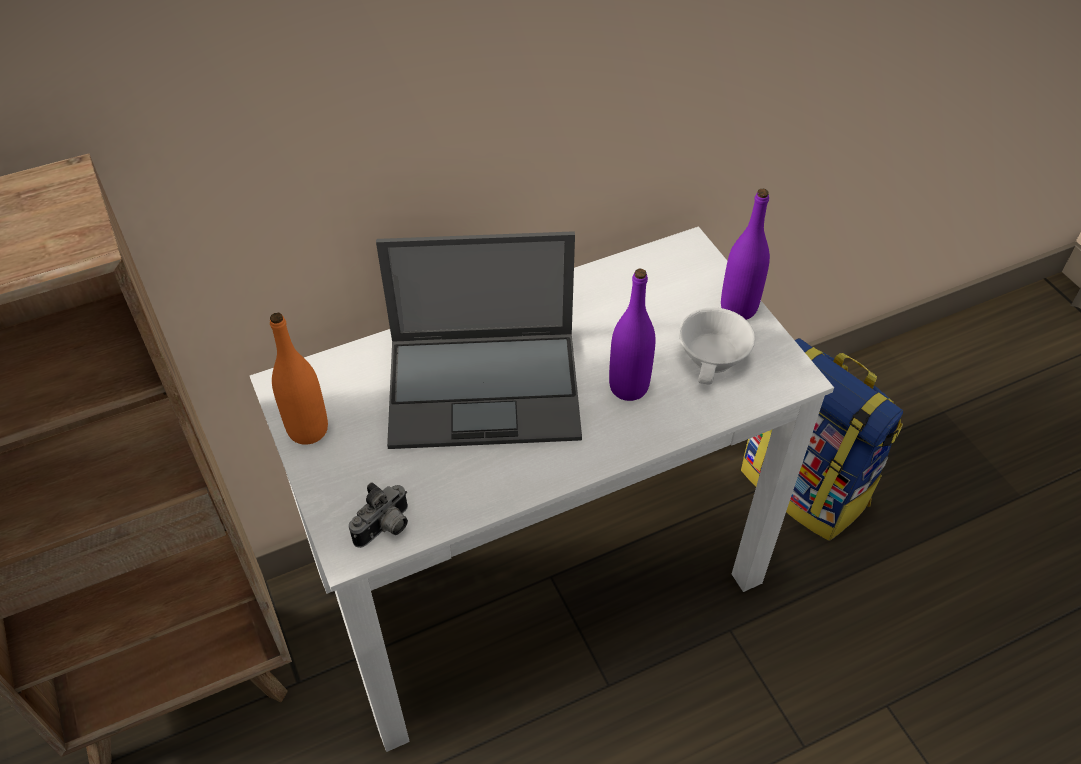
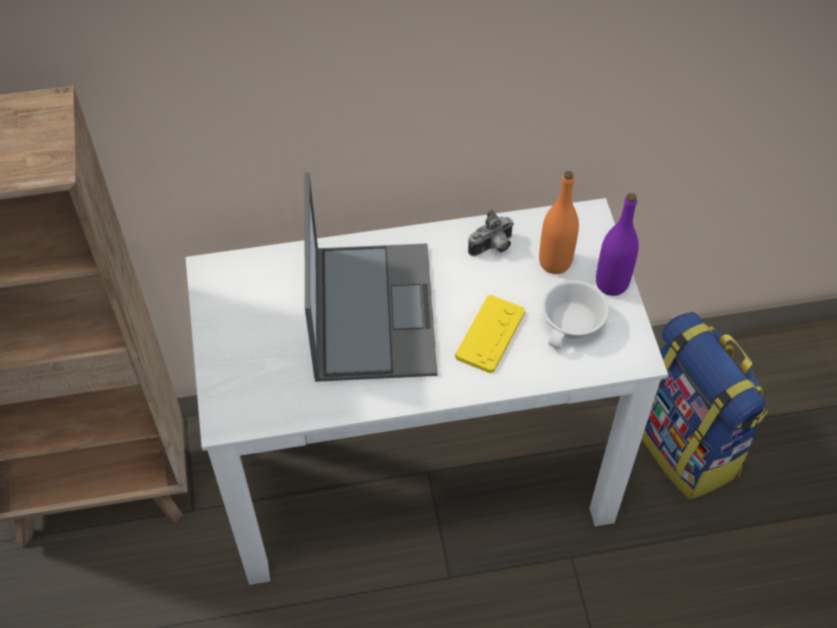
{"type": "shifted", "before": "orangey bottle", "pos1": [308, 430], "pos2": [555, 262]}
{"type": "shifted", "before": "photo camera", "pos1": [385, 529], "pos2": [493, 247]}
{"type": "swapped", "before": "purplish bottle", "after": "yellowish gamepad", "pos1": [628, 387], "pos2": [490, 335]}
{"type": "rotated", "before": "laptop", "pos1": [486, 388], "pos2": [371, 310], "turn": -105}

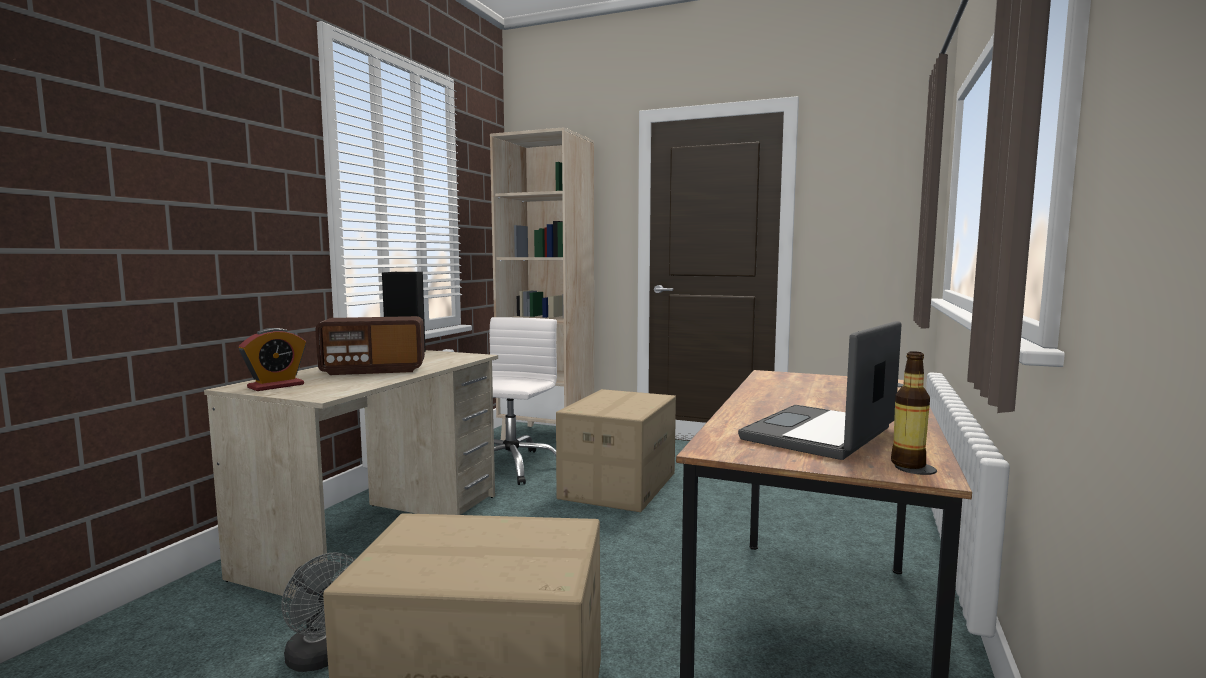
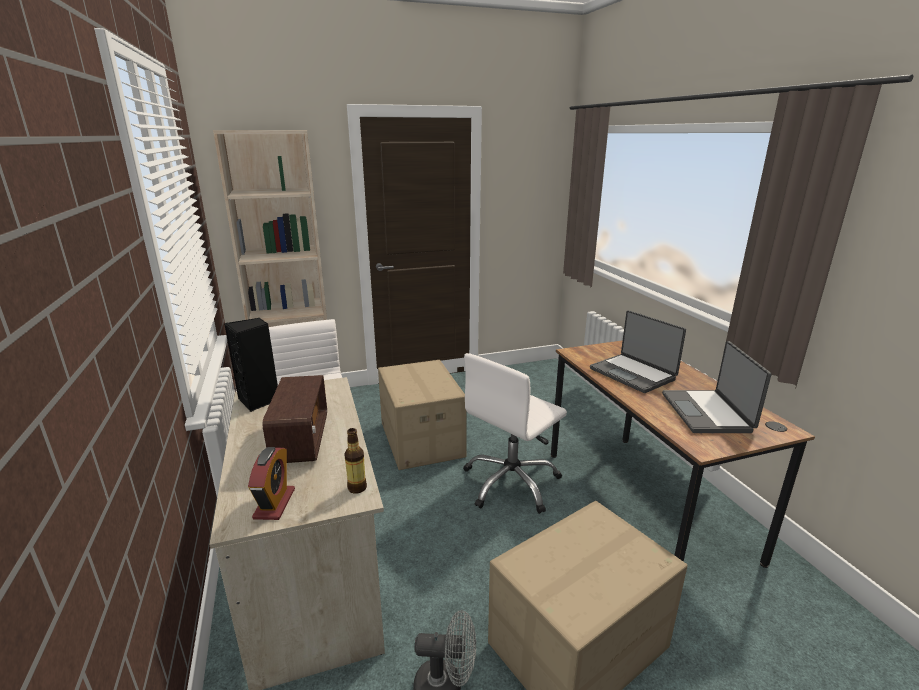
{"type": "new", "after": "white-coloured computer chair", "pos2": [511, 483]}
{"type": "new", "after": "laptop", "pos2": [633, 374]}
{"type": "shifted", "before": "bottle", "pos1": [908, 464], "pos2": [357, 488]}
{"type": "rotated", "before": "radio receiver", "pos1": [374, 370], "pos2": [301, 440], "turn": -45}

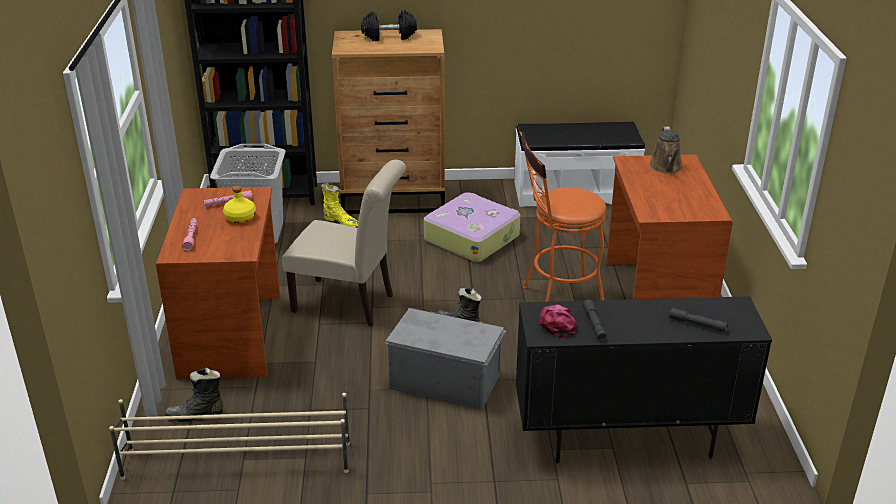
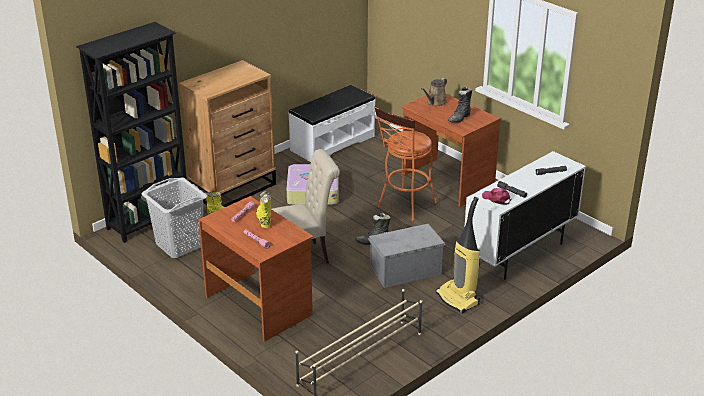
{"type": "gone", "before": "blackish dumbbell", "pos1": [389, 36]}
{"type": "new", "after": "vacuum cleaner", "pos2": [458, 299]}
{"type": "shifted", "before": "blackish high-top boot", "pos1": [196, 415], "pos2": [460, 118]}
{"type": "swapped", "before": "yellowish bottle", "after": "yellowish high-top boot", "pos1": [240, 217], "pos2": [264, 219]}
{"type": "repainted", "before": "blackish cupboard", "after": "white-coloured cupboard", "pos1": [627, 439], "pos2": [519, 254]}
{"type": "rotated", "before": "brown watering pot", "pos1": [666, 167], "pos2": [435, 102], "turn": 75}

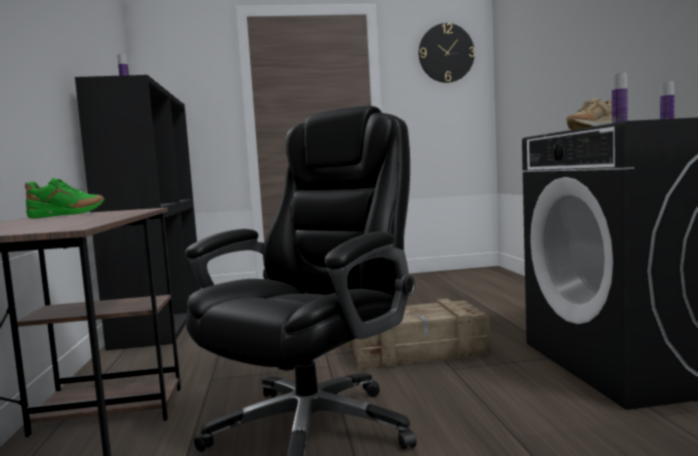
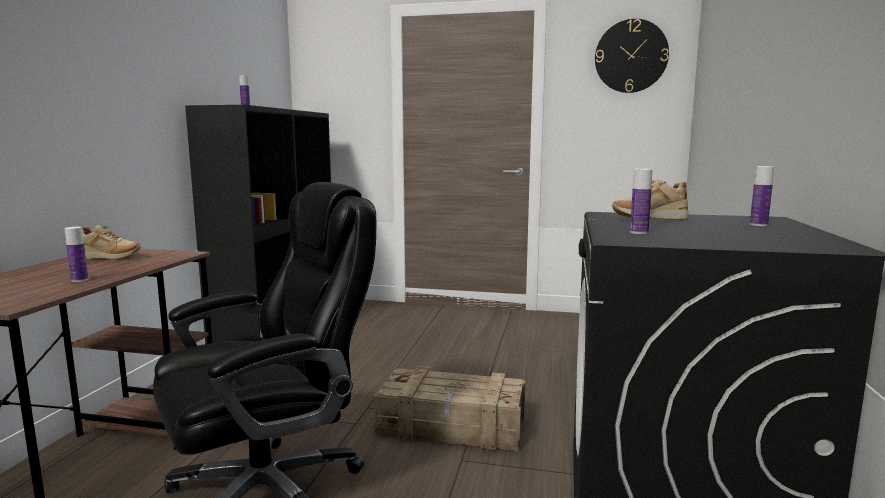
{"type": "new", "after": "bottle", "pos2": [79, 280]}
{"type": "repainted", "before": "greenish low shoe", "after": "beige low shoe", "pos1": [67, 216], "pos2": [110, 258]}

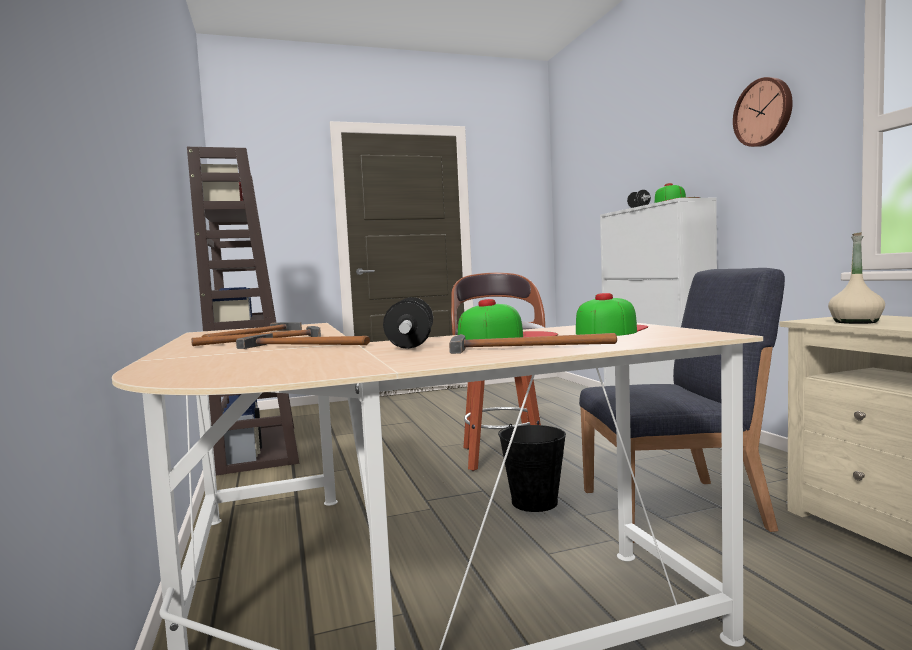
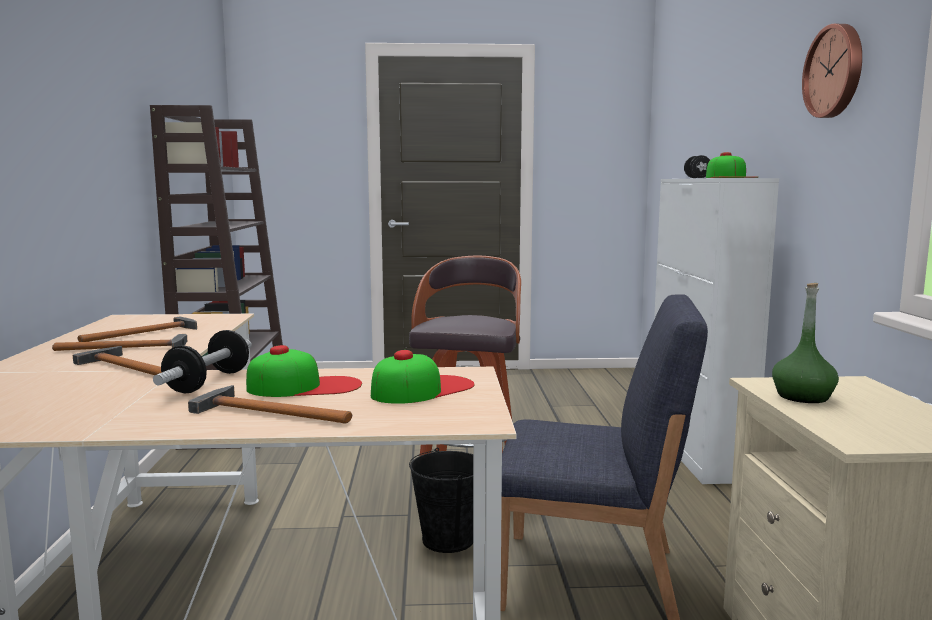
{"type": "repainted", "before": "beige bottle", "after": "greenish bottle", "pos1": [855, 322], "pos2": [802, 397]}

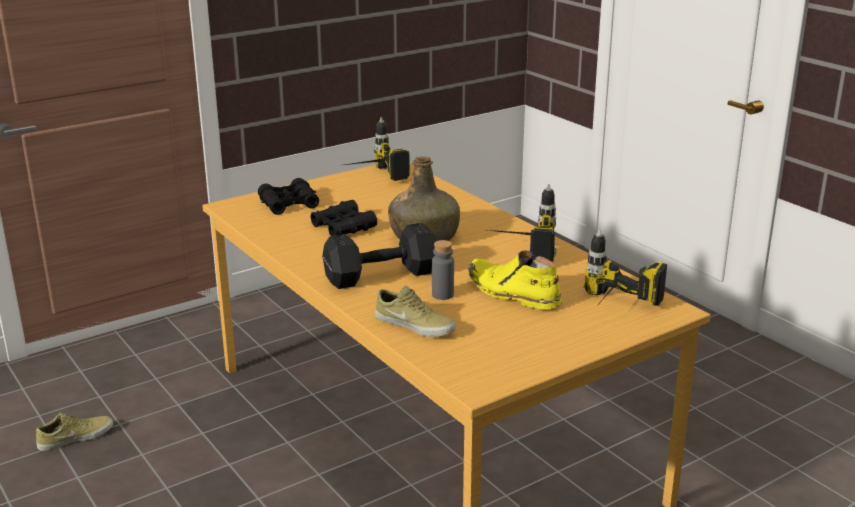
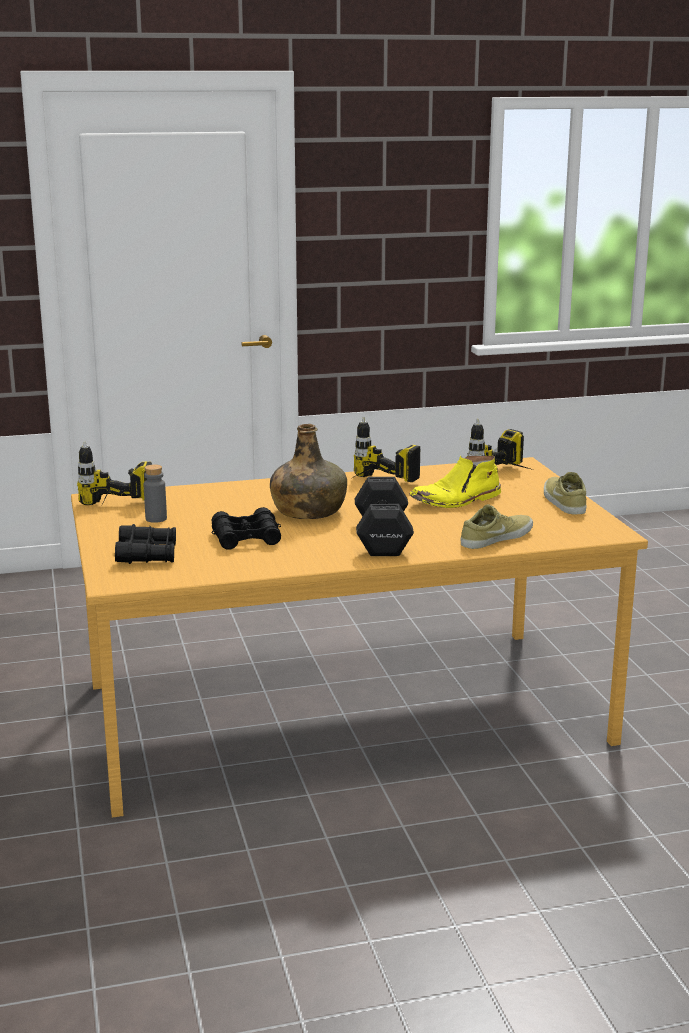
{"type": "shifted", "before": "beige low shoe", "pos1": [75, 437], "pos2": [563, 502]}
{"type": "shifted", "before": "gray bottle", "pos1": [442, 295], "pos2": [156, 519]}

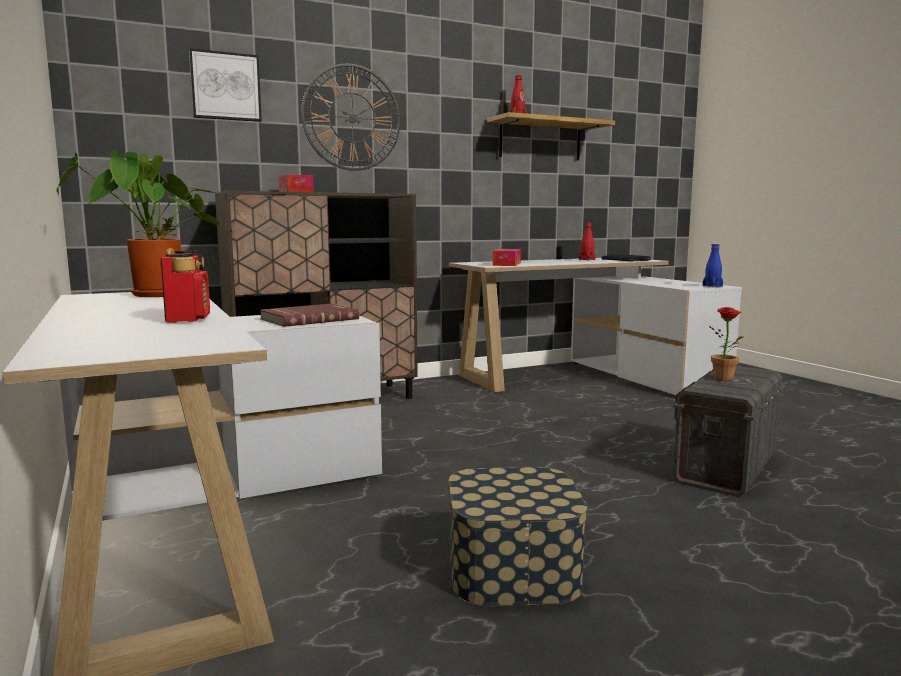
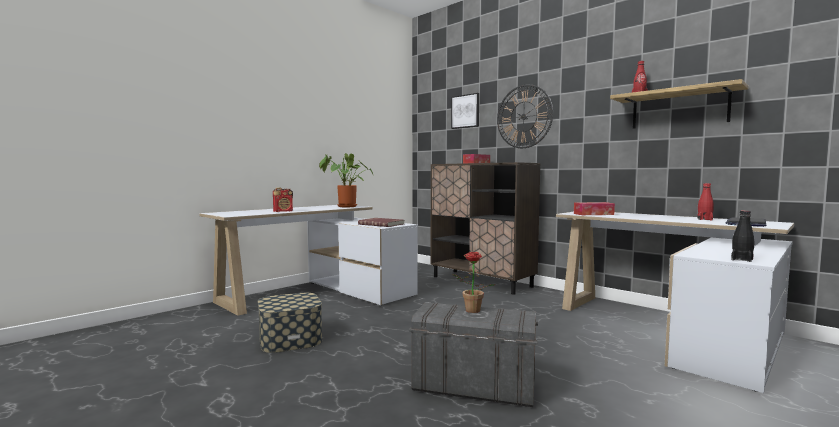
{"type": "repainted", "before": "blue bottle", "after": "blackish bottle", "pos1": [712, 286], "pos2": [742, 259]}

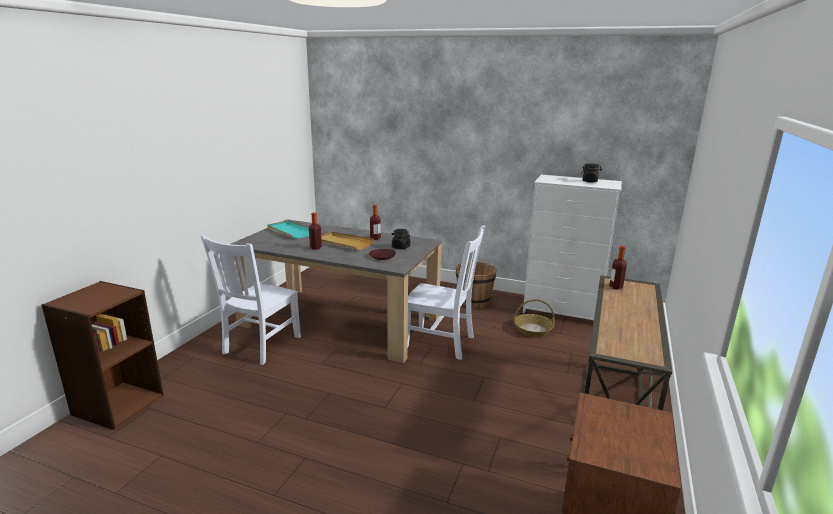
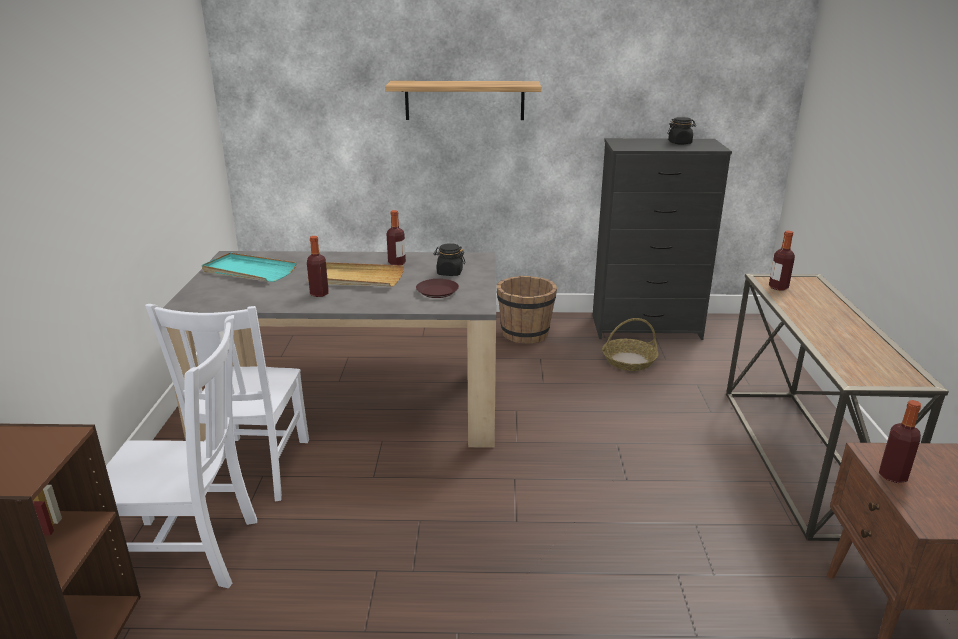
{"type": "new", "after": "bracket shelf", "pos2": [464, 100]}
{"type": "new", "after": "bottle", "pos2": [893, 476]}
{"type": "shifted", "before": "white-coloured plain chair", "pos1": [441, 343], "pos2": [191, 552]}
{"type": "repainted", "before": "white-coloured dresser", "after": "blackish dresser", "pos1": [563, 311], "pos2": [647, 327]}

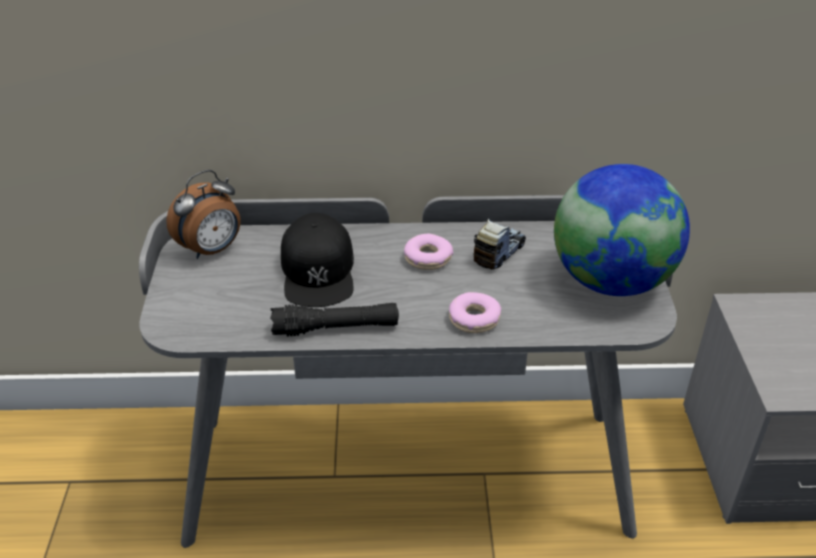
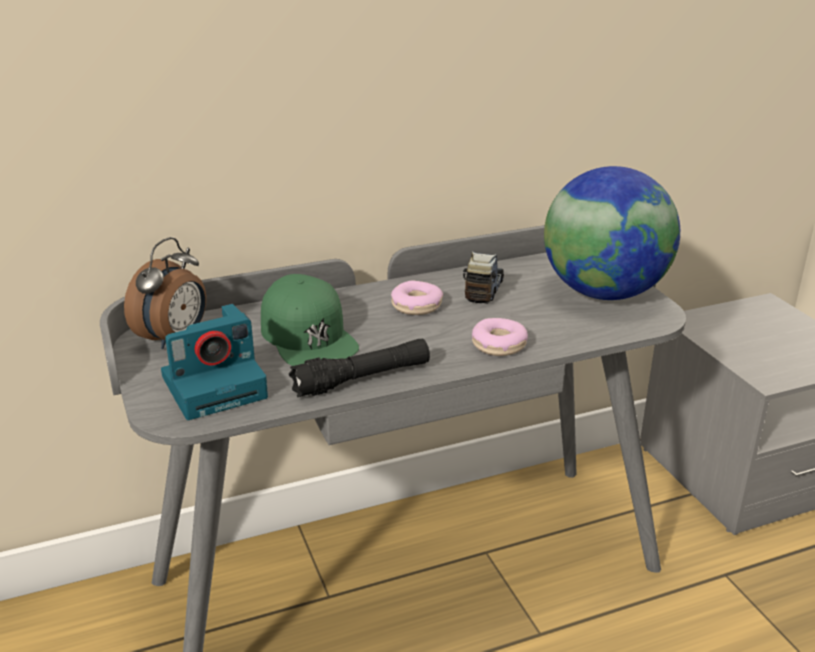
{"type": "new", "after": "photo camera", "pos2": [216, 385]}
{"type": "repainted", "before": "blackish peaked cap", "after": "greenish peaked cap", "pos1": [318, 271], "pos2": [308, 335]}

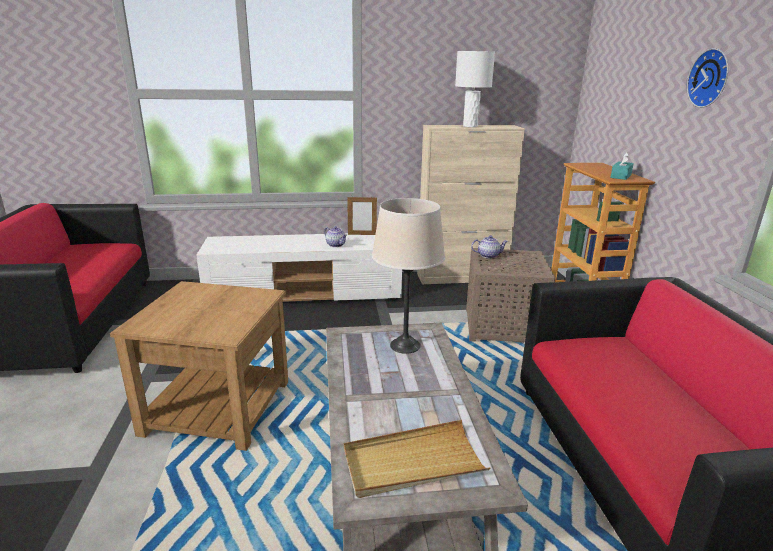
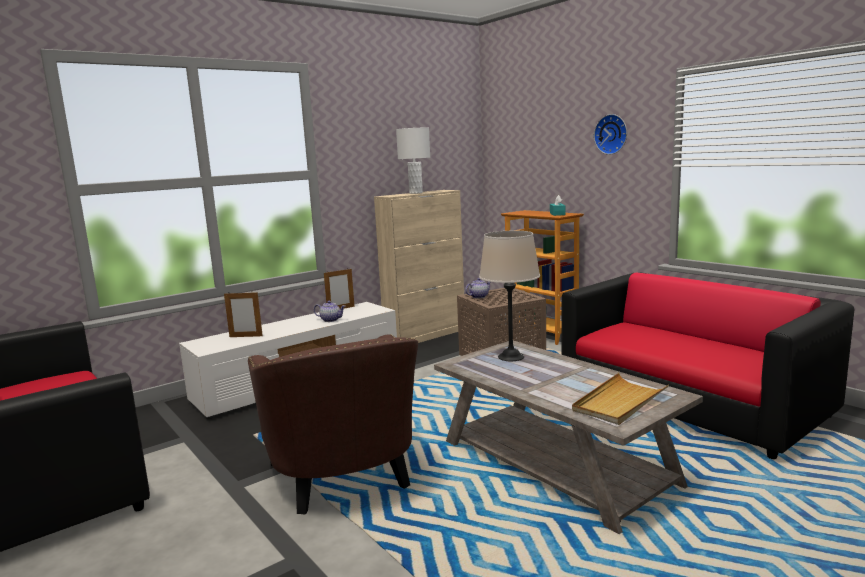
{"type": "new", "after": "picture frame", "pos2": [246, 336]}
{"type": "swapped", "before": "brown end table", "after": "brown armchair", "pos1": [218, 407], "pos2": [345, 478]}

